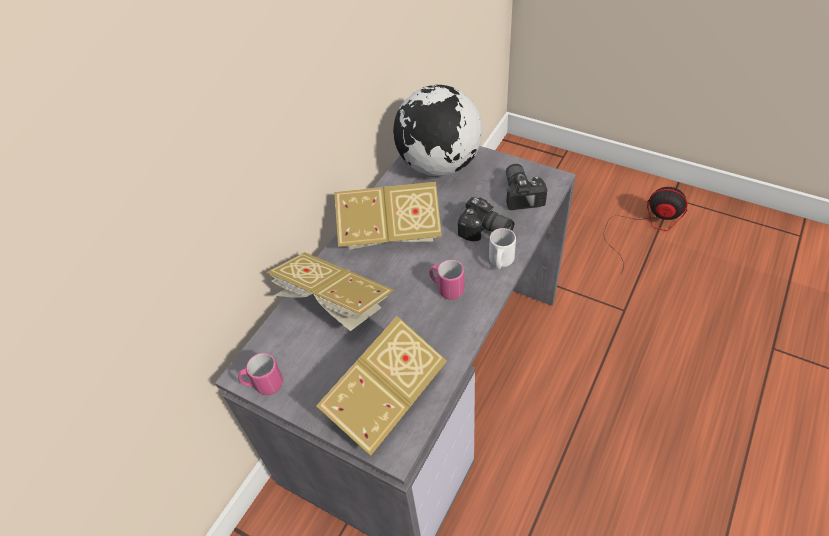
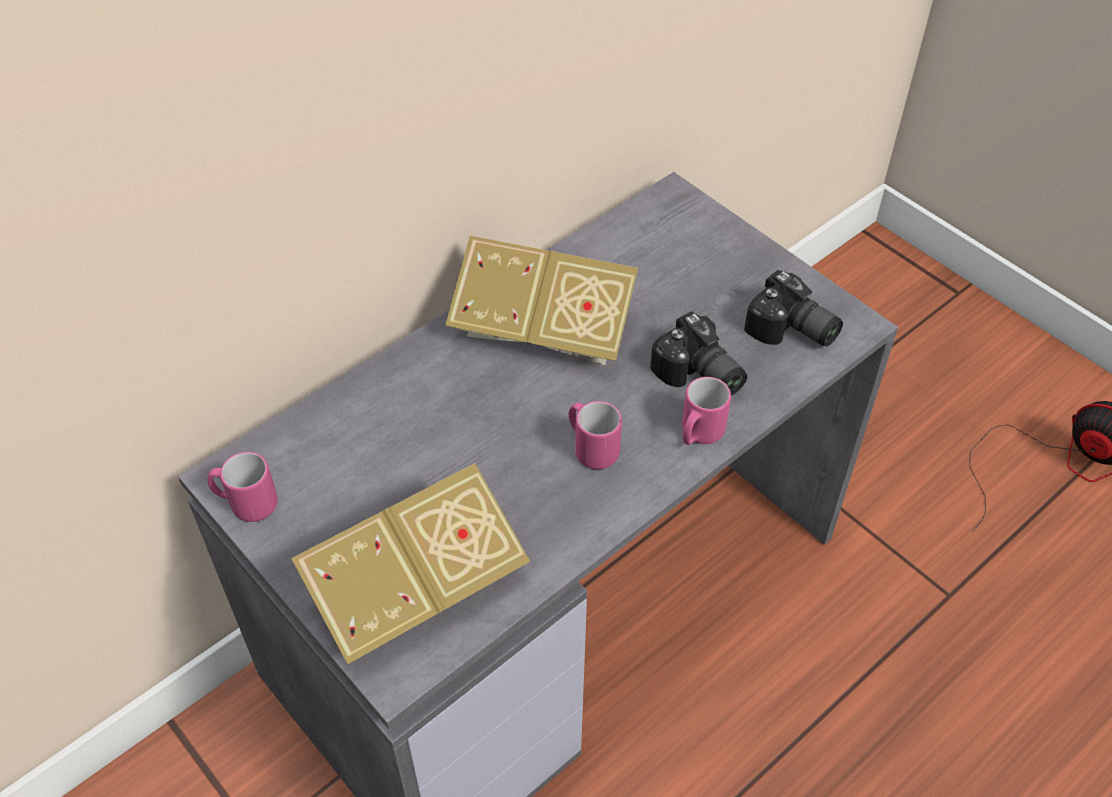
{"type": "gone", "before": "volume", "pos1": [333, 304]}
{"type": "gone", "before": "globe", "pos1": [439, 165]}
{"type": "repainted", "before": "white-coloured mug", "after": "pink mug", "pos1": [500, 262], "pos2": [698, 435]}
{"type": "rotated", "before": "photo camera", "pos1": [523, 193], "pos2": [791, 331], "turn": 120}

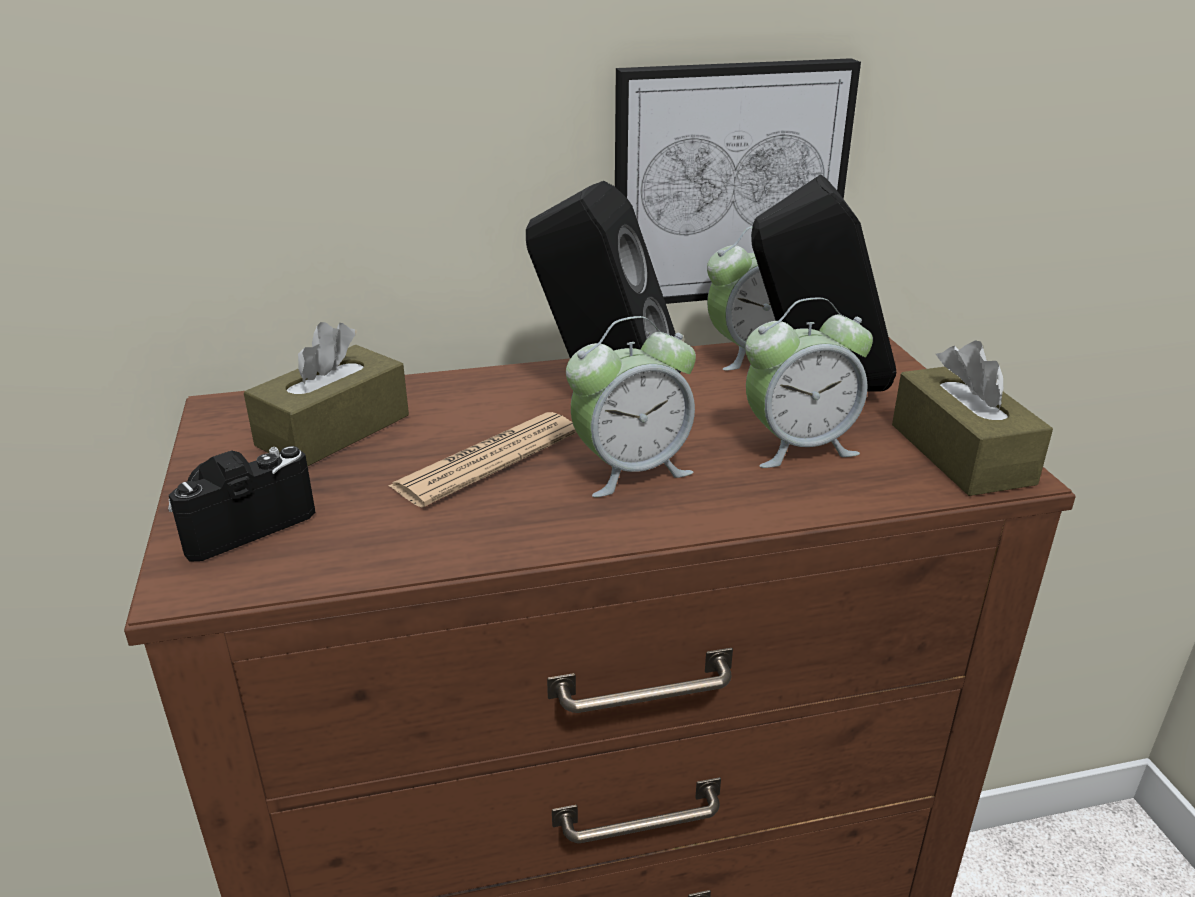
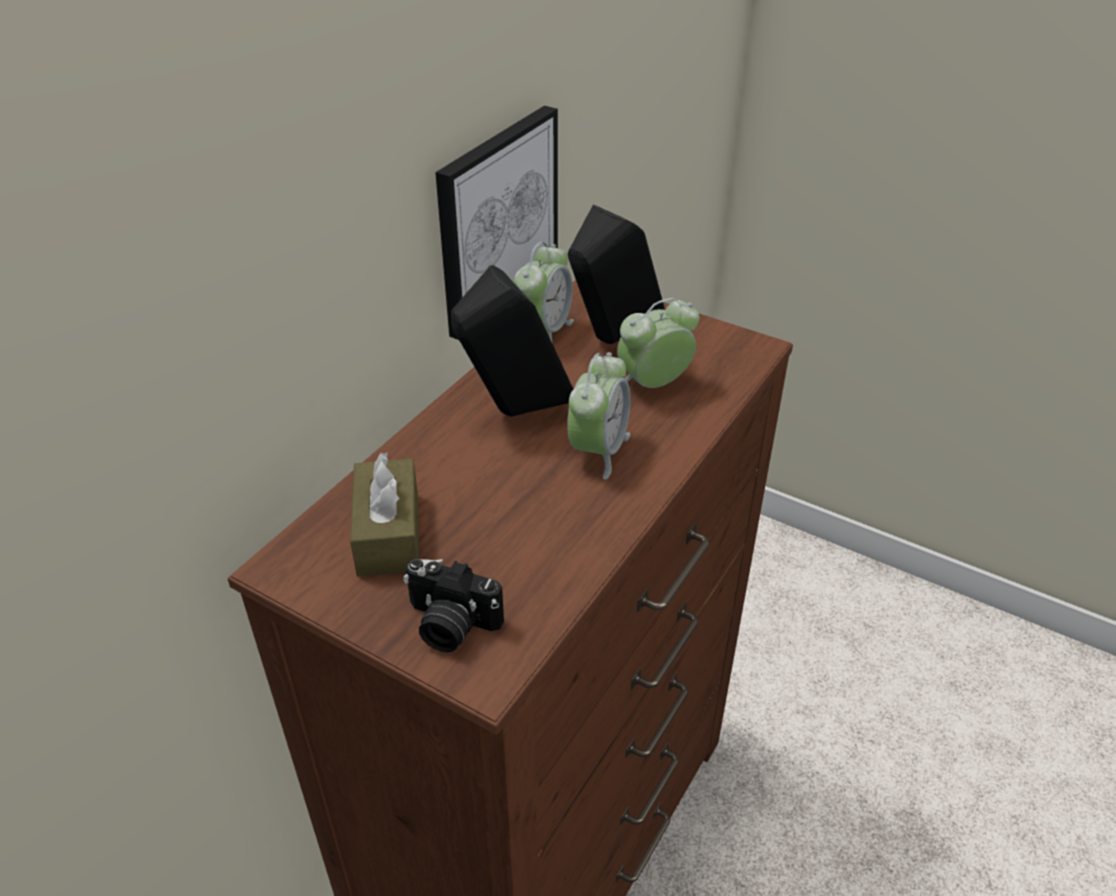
{"type": "gone", "before": "printed paper", "pos1": [487, 460]}
{"type": "gone", "before": "brown tissue holder", "pos1": [961, 454]}
{"type": "rotated", "before": "photo camera", "pos1": [243, 523], "pos2": [449, 625], "turn": -75}
{"type": "rotated", "before": "alarm clock", "pos1": [798, 446], "pos2": [653, 385], "turn": -150}

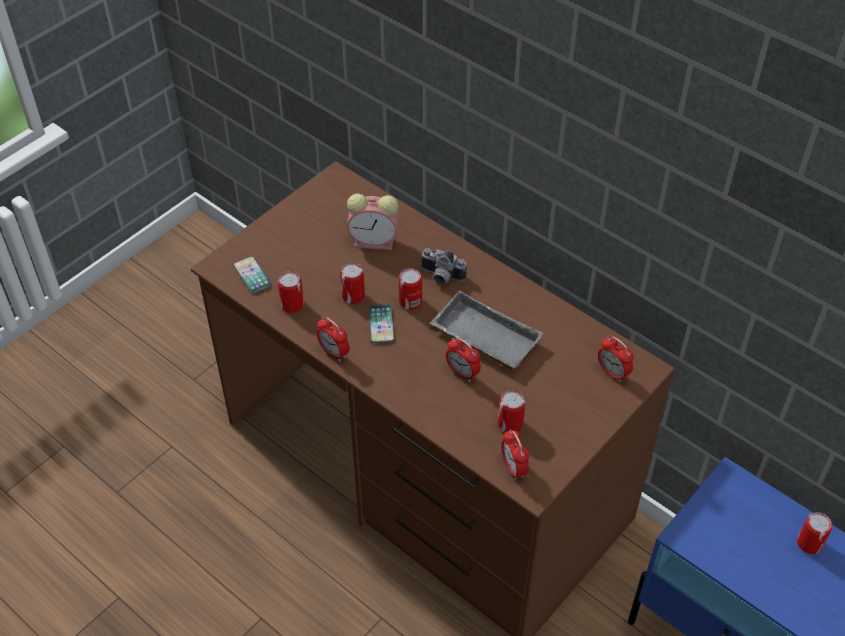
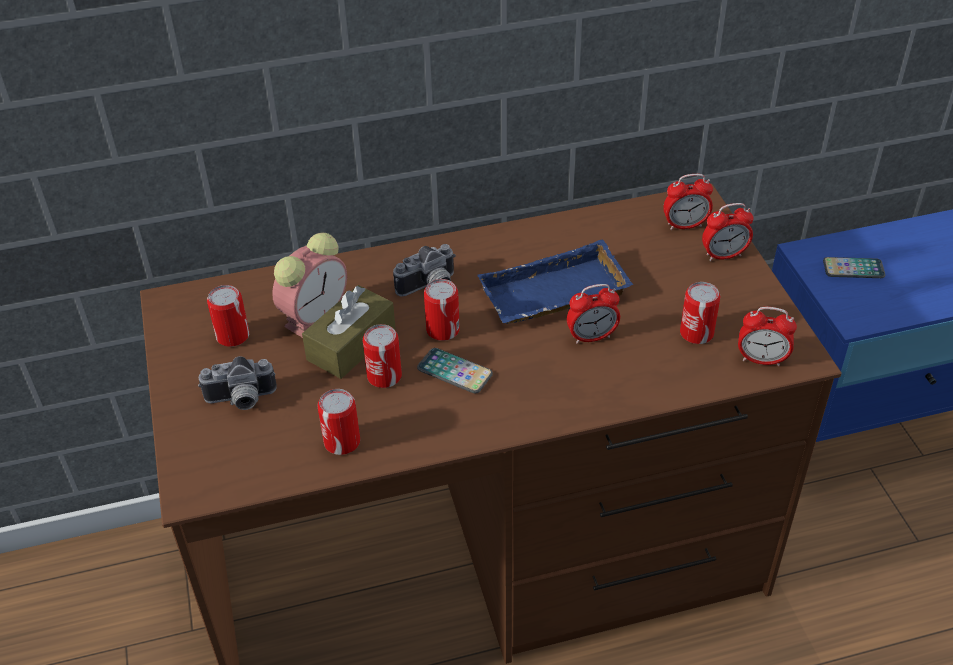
{"type": "new", "after": "photo camera", "pos2": [241, 400]}
{"type": "new", "after": "brown tissue holder", "pos2": [351, 344]}
{"type": "shifted", "before": "handset", "pos1": [252, 276], "pos2": [853, 269]}
{"type": "shifted", "before": "alarm clock", "pos1": [334, 353], "pos2": [724, 255]}
{"type": "shifted", "before": "can", "pos1": [809, 543], "pos2": [233, 336]}
{"type": "repainted", "before": "gray carrying tray", "after": "blue carrying tray", "pos1": [482, 338], "pos2": [553, 297]}

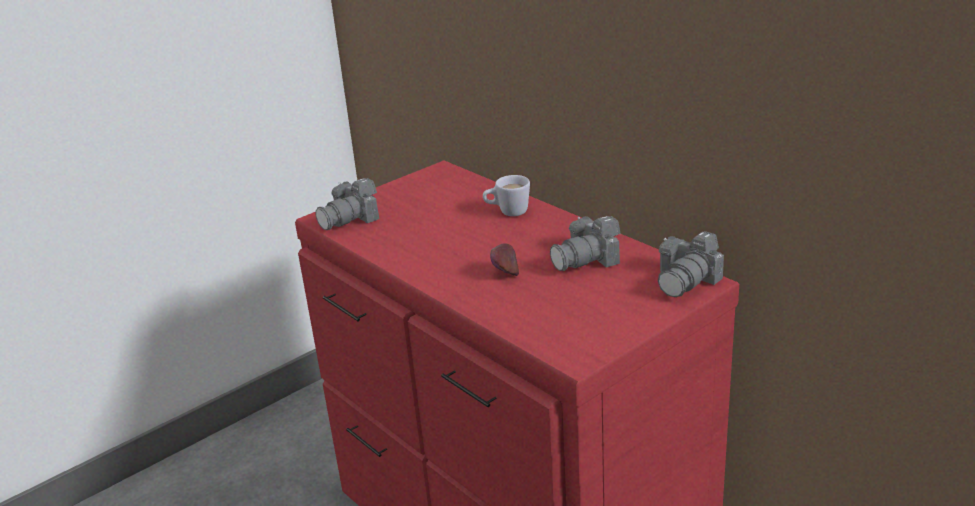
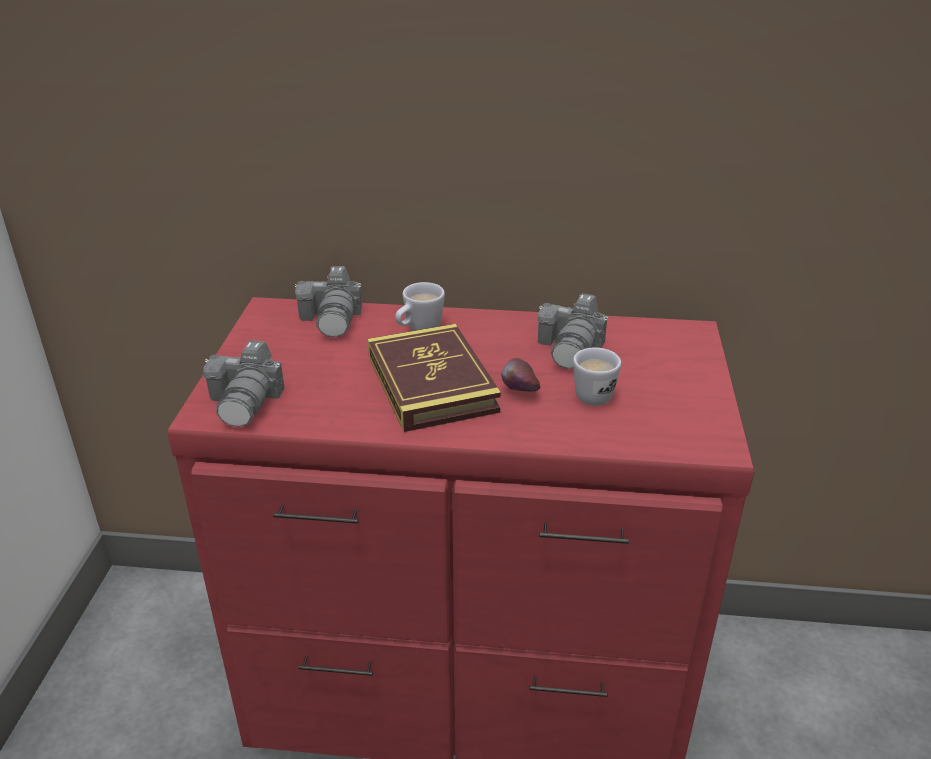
{"type": "new", "after": "volume", "pos2": [431, 384]}
{"type": "new", "after": "white-coloured mug", "pos2": [596, 392]}
{"type": "shifted", "before": "photo camera", "pos1": [687, 280], "pos2": [333, 319]}

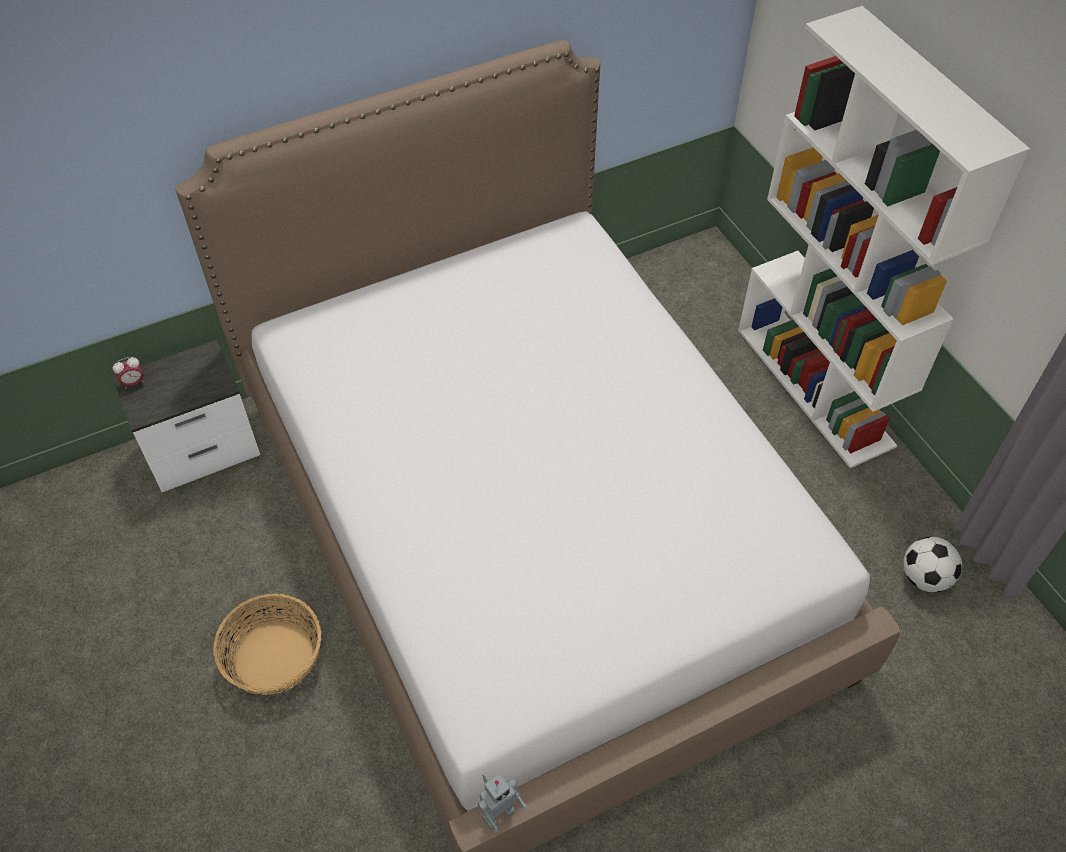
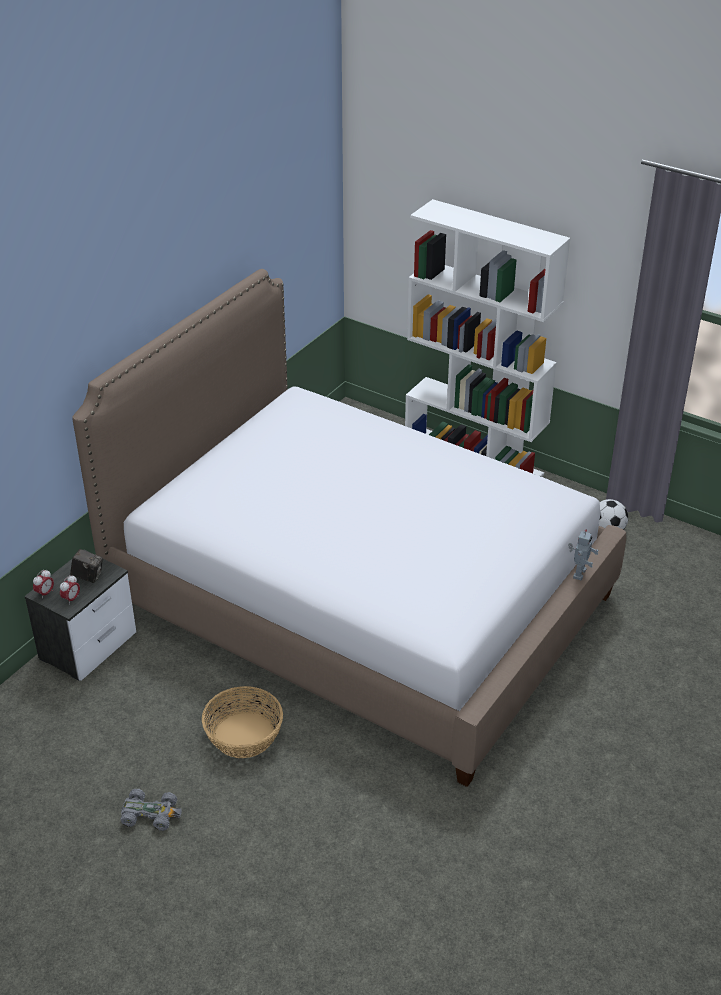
{"type": "new", "after": "alarm clock", "pos2": [71, 599]}
{"type": "new", "after": "photo camera", "pos2": [88, 576]}
{"type": "new", "after": "gray miniature car", "pos2": [151, 814]}
{"type": "shifted", "before": "toy robot", "pos1": [498, 812], "pos2": [578, 573]}

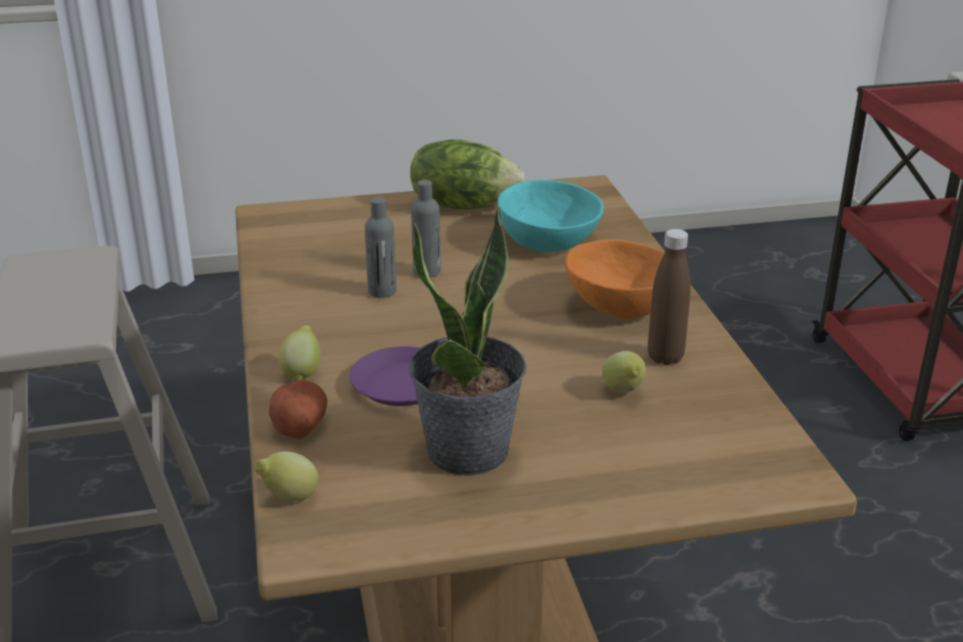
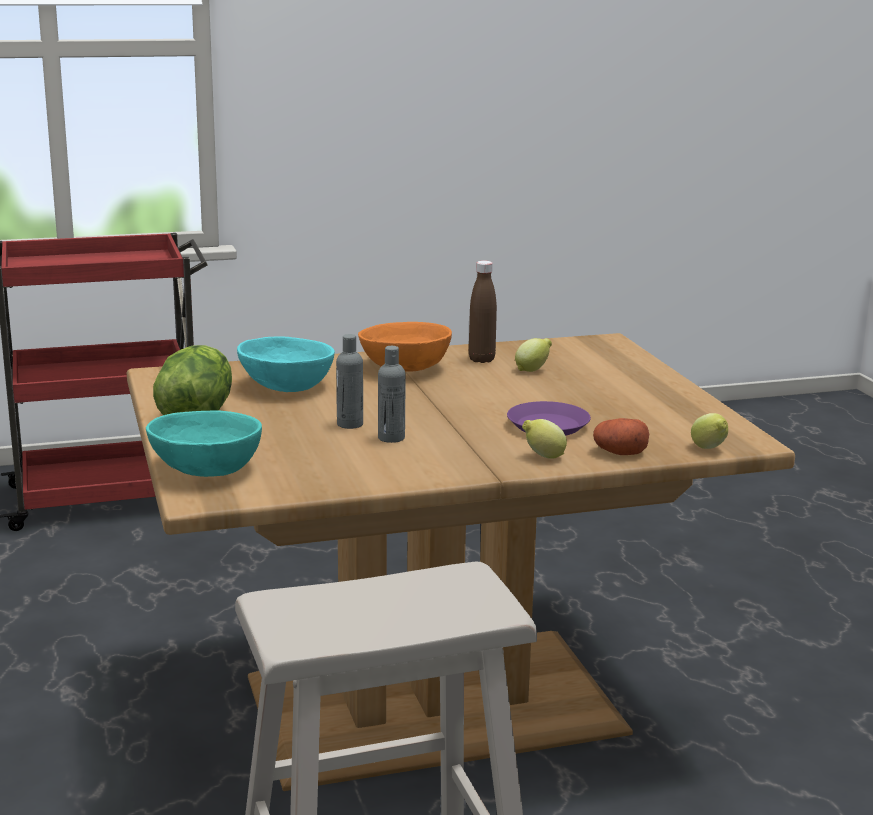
{"type": "gone", "before": "potted plant", "pos1": [468, 452]}
{"type": "new", "after": "turquoise bowl", "pos2": [207, 470]}

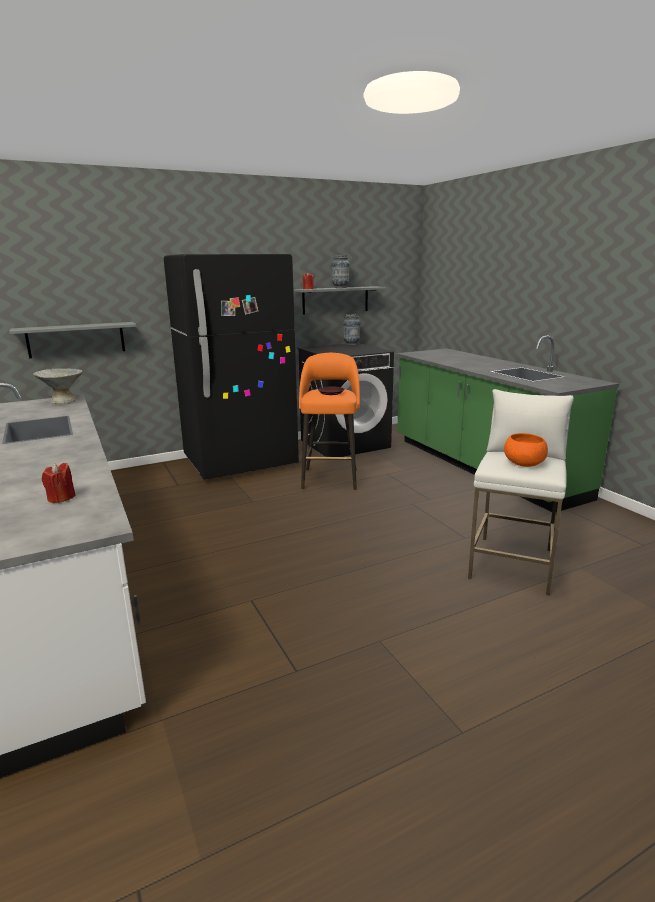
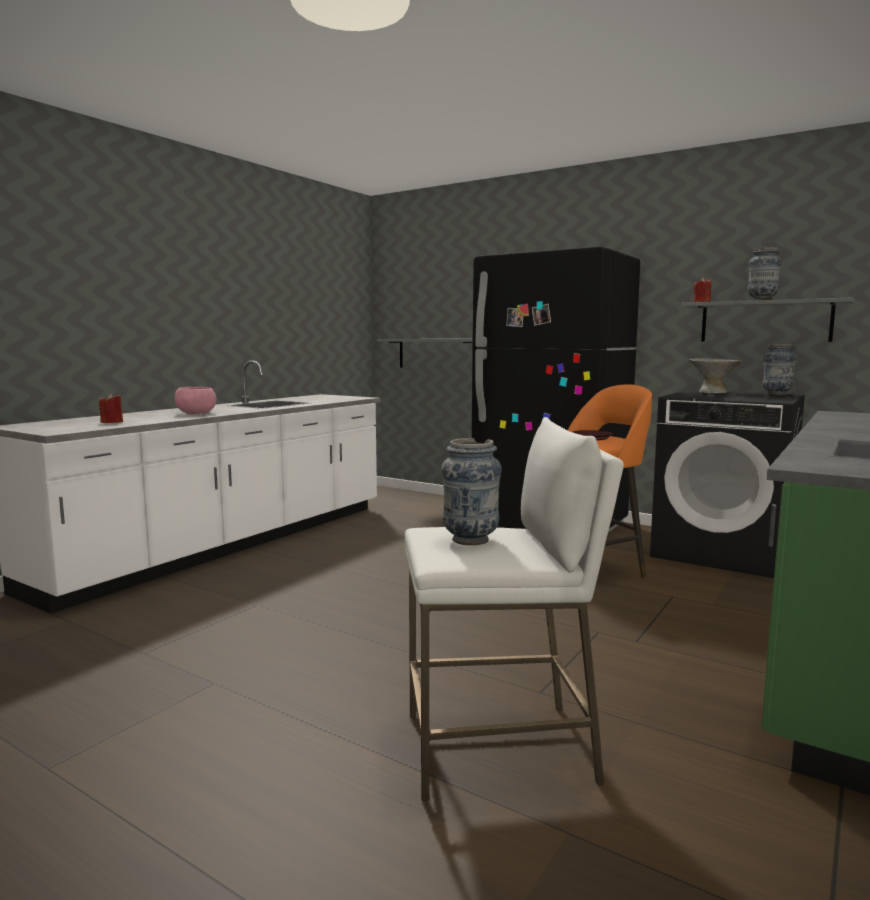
{"type": "new", "after": "pink bowl", "pos2": [196, 413]}
{"type": "shifted", "before": "gray bowl", "pos1": [63, 401], "pos2": [712, 392]}
{"type": "swapped", "before": "orangey bowl", "after": "flower vase", "pos1": [524, 463], "pos2": [470, 540]}

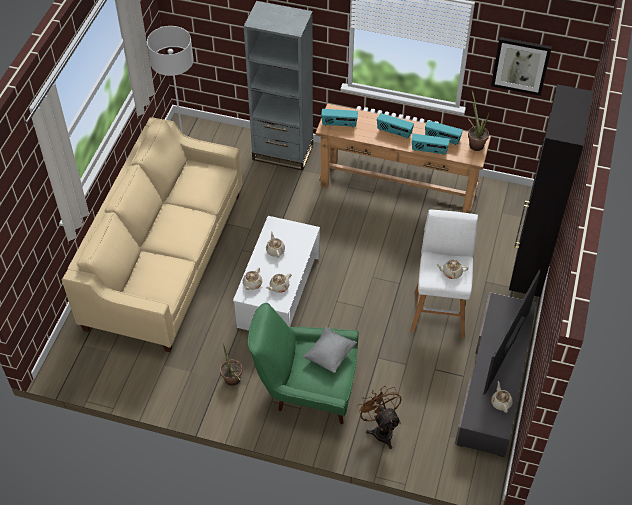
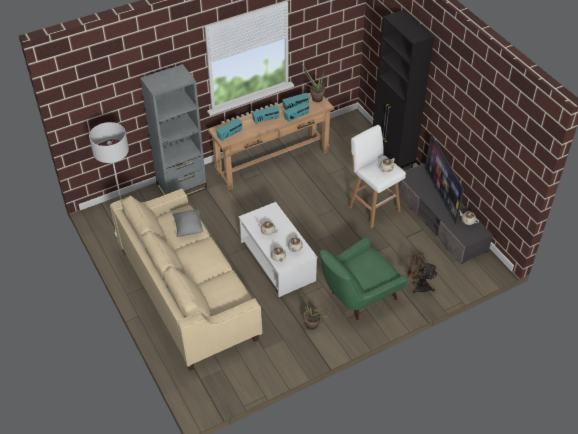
{"type": "gone", "before": "picture", "pos1": [520, 65]}
{"type": "shifted", "before": "gray throw pillow", "pos1": [330, 355], "pos2": [188, 228]}

